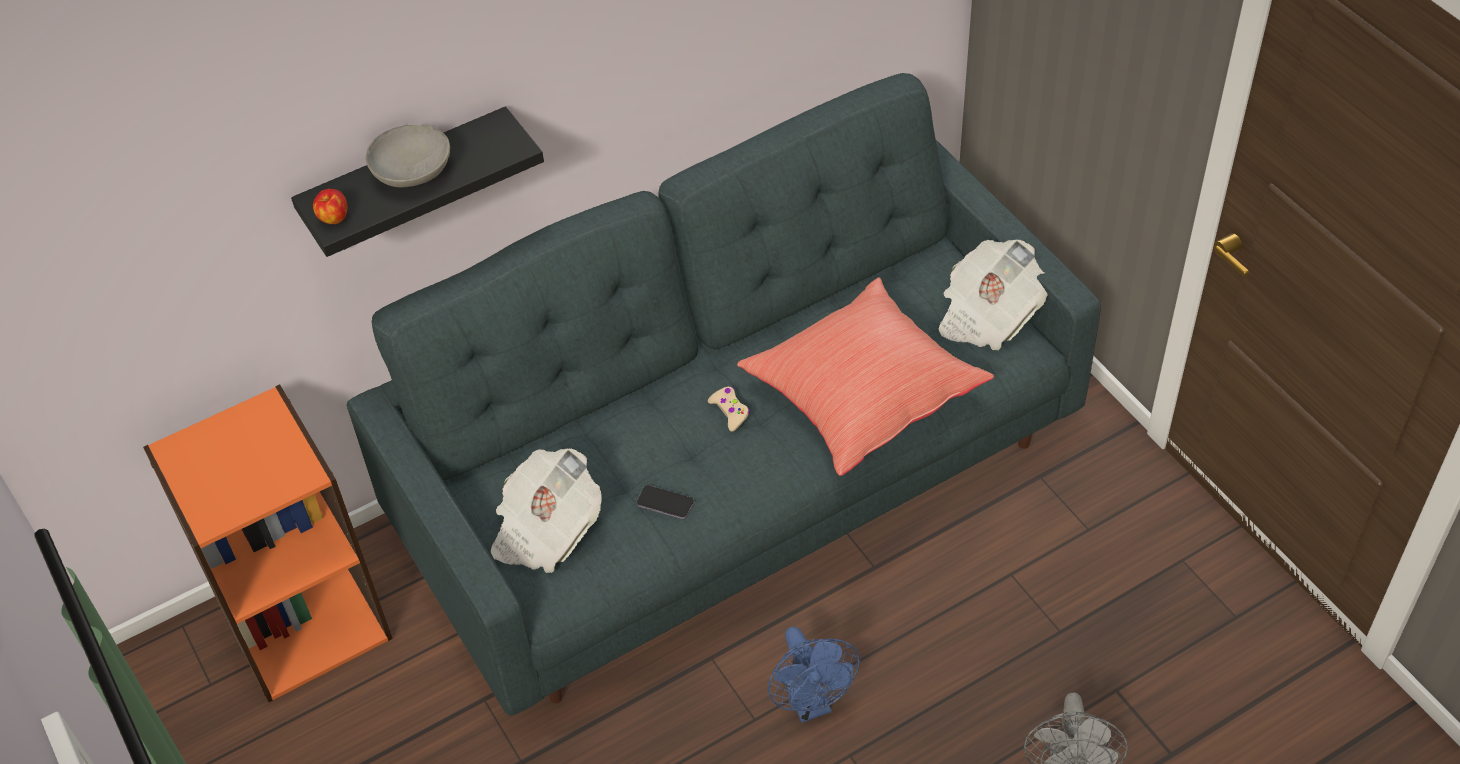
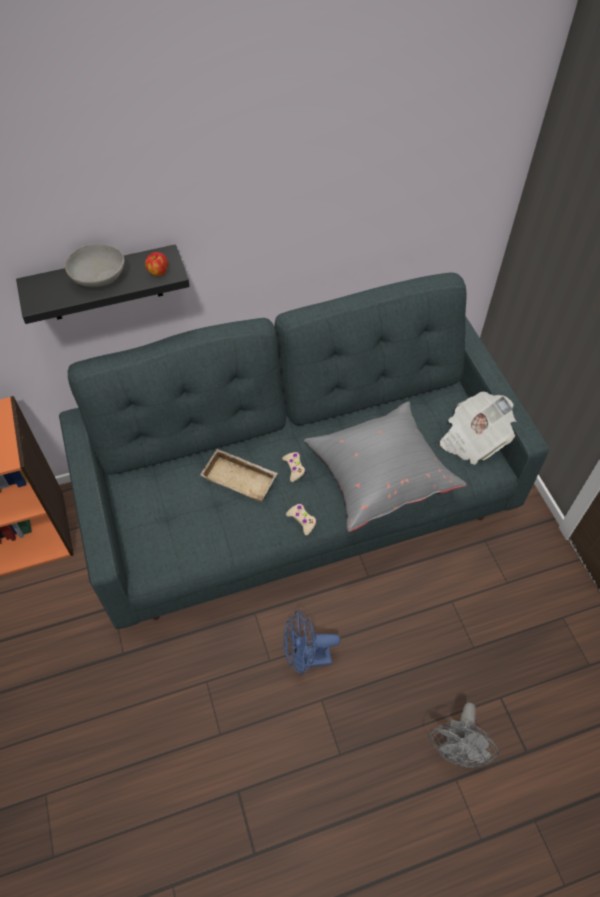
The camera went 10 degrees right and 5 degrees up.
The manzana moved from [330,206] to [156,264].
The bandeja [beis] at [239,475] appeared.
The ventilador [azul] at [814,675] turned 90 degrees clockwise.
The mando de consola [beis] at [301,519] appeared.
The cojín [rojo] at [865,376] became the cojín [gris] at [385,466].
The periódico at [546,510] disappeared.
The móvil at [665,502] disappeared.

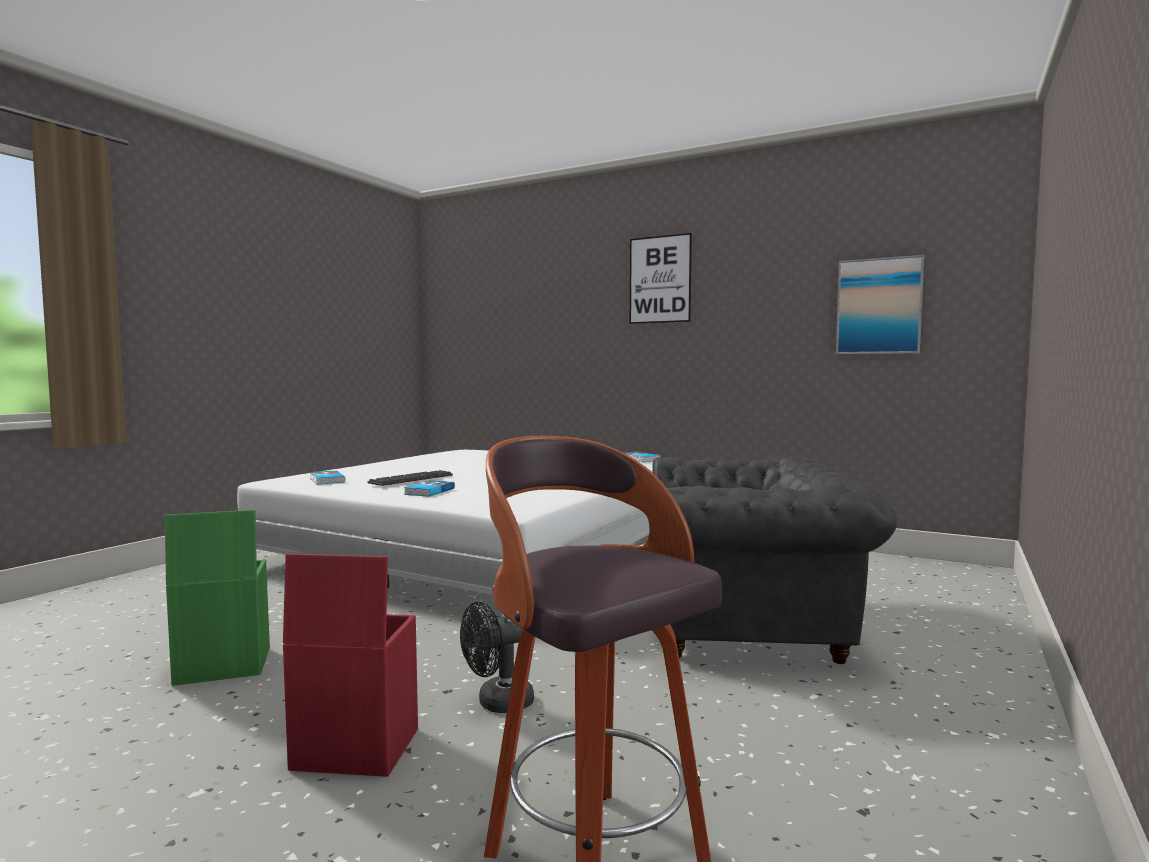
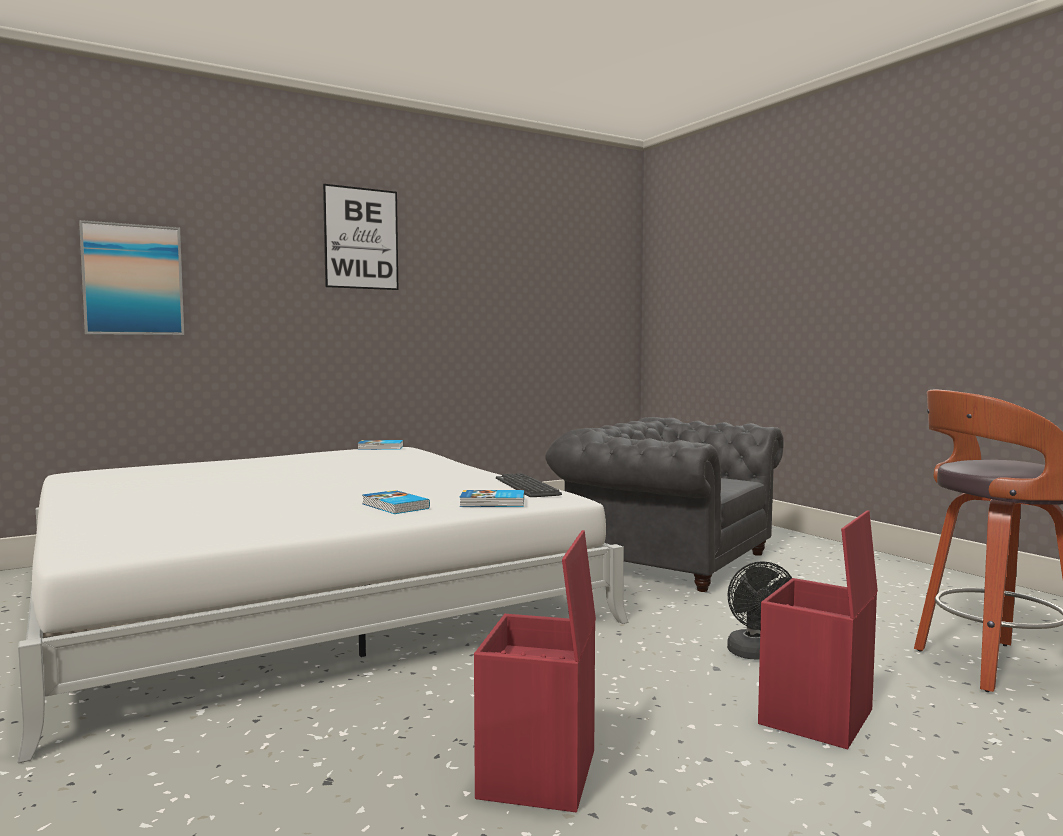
The camera went 60 degrees left and 0 degrees up.
The cuadro moved from [880,304] to [131,277].
The libro moved from [327,477] to [492,498].
The caja de almacenaje [verde] at [217,598] became the caja de almacenaje [rojo] at [535,671].
The teclado moved from [410,478] to [529,485].
The sillón [gris] at [775,559] turned 90 degrees counterclockwise.

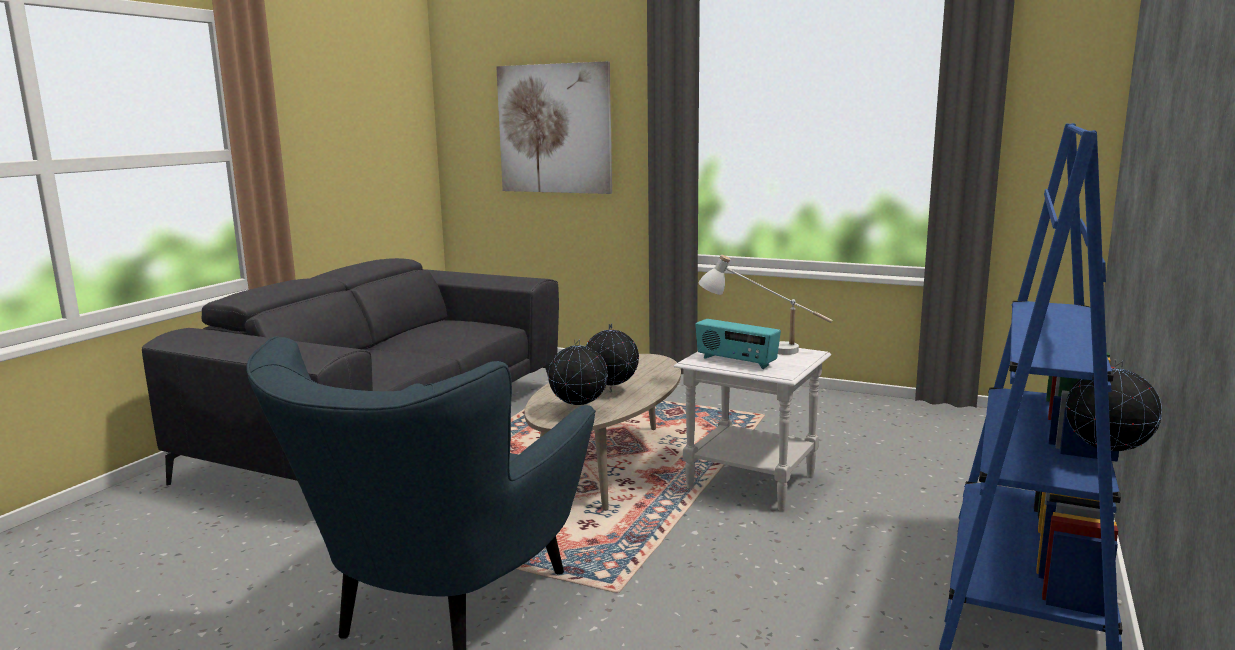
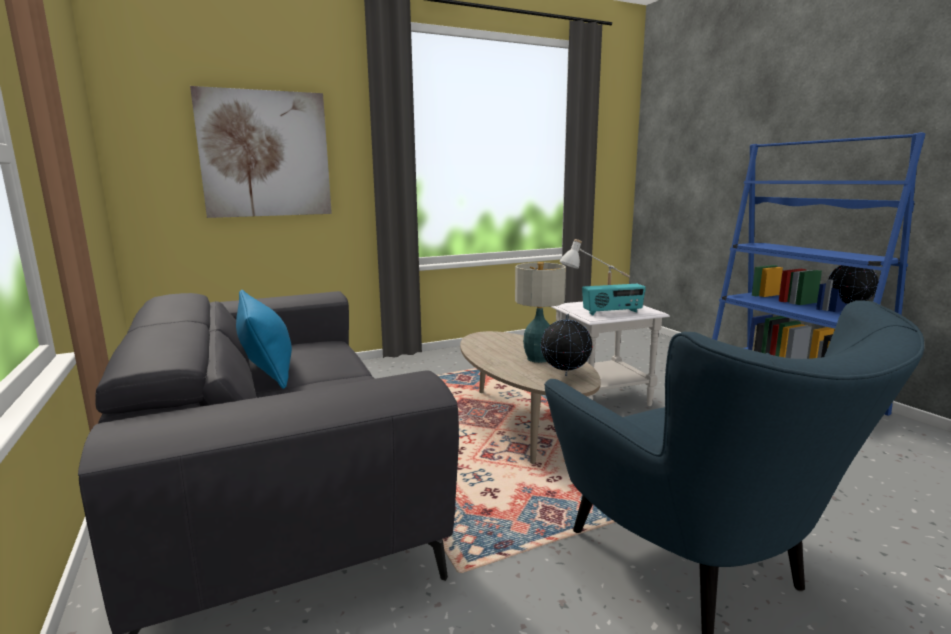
The camera went 50 degrees left and 0 degrees up.
The cojín [azul] at [264,339] appeared.
The globo terráqueo at [612,357] was replaced by the lámpara de mesa at [540,312].

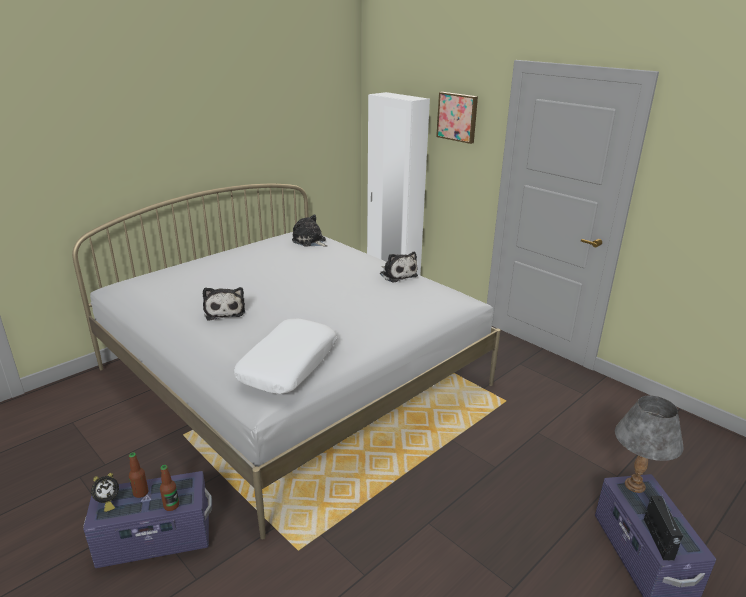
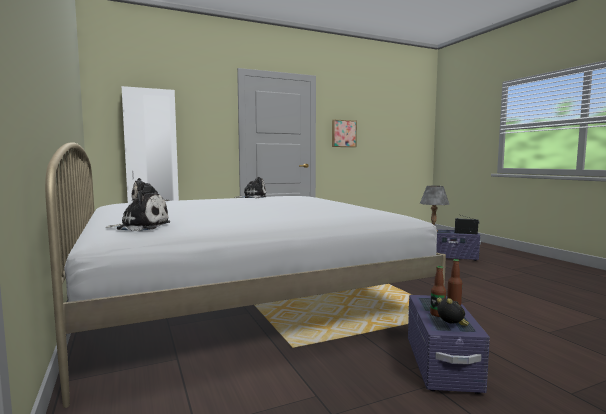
The camera went 70 degrees left and 20 degrees down.
The peluche moved from [224,304] to [138,211].
The cuadro moved from [457,118] to [344,133].
The cojín [blanco] at [285,356] disappeared.

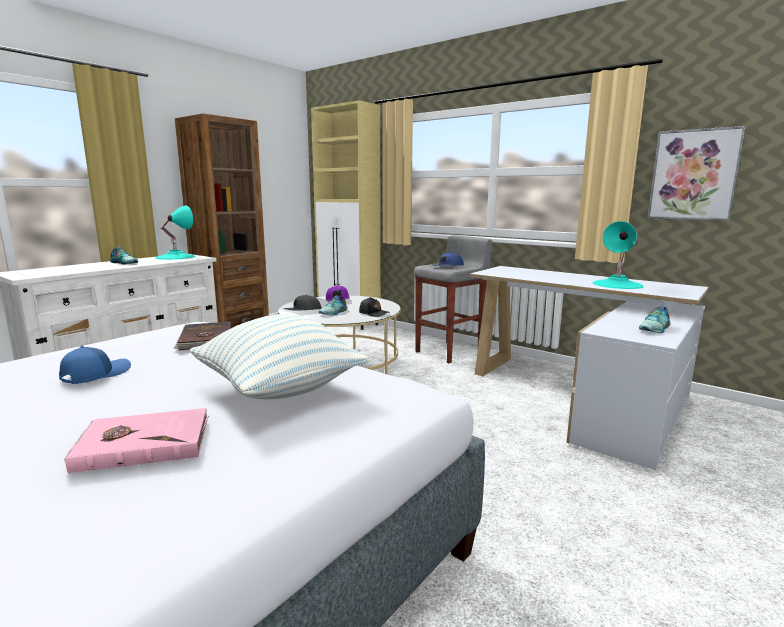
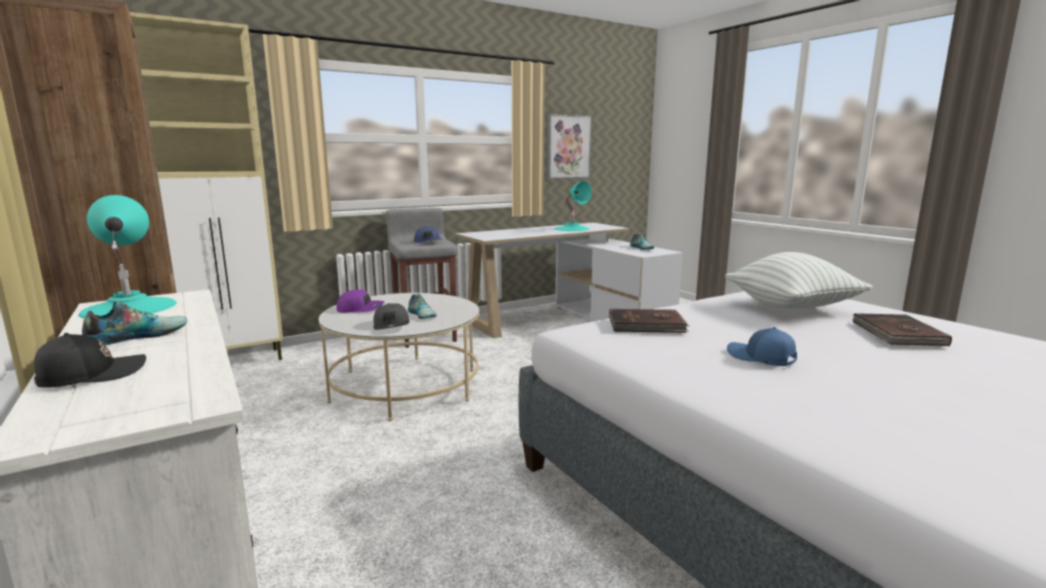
The camera went 70 degrees left and 0 degrees up.
The gorra [negro] moved from [374,307] to [90,360].
The libro [rosa] at [136,440] became the libro [marrón] at [902,329].

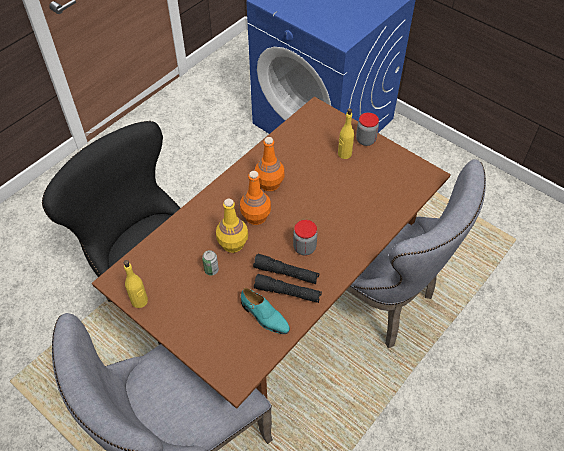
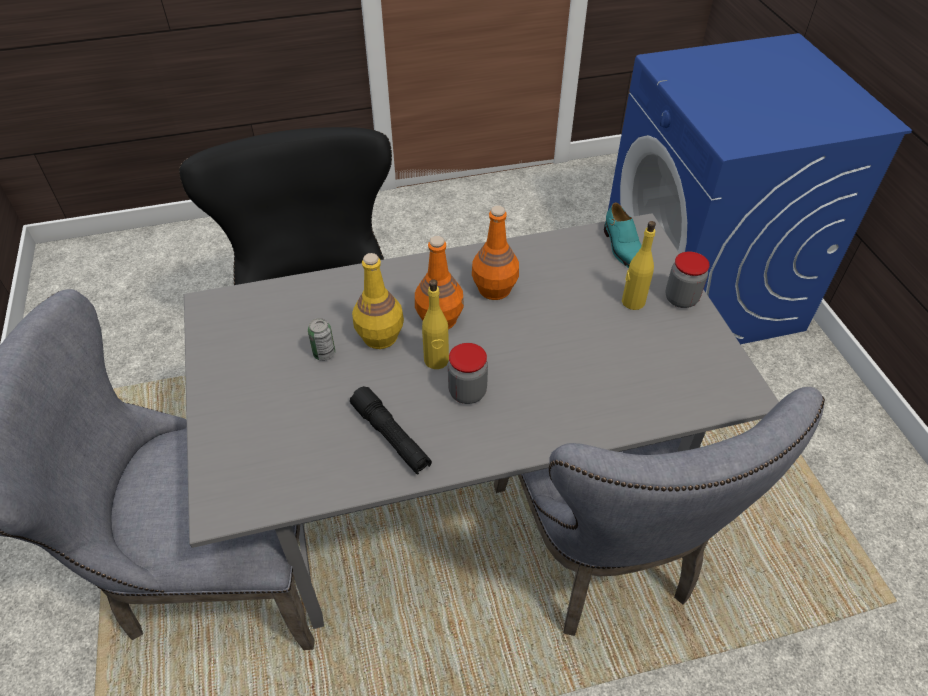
The camera went 35 degrees right and 5 degrees down.
The mesa de comedor [marrón] at [271,259] became the mesa de comedor [gris] at [481,421].
The botella [amarillo] moved from [136,284] to [435,324].
The zapato [turquesa] moved from [265,311] to [623,235].
The linterna [negro] at [286,269] disappeared.

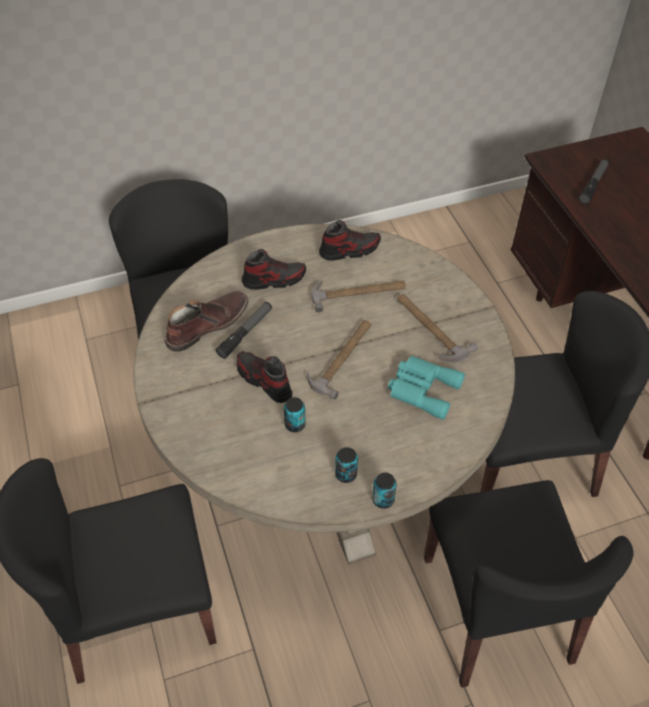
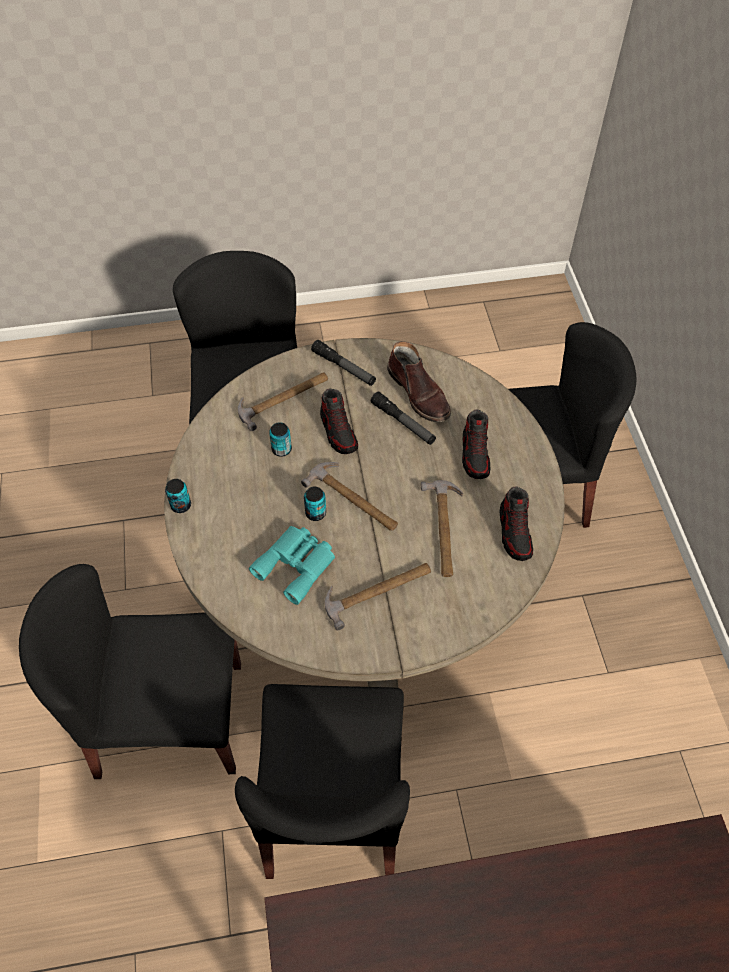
The camera went 100 degrees right and 5 degrees up.
The martillo at [283,401] appeared.
The lata moved from [346,465] to [315,504].
The linterna moved from [593,181] to [343,363].
The zapato at [265,377] turned 105 degrees clockwise.

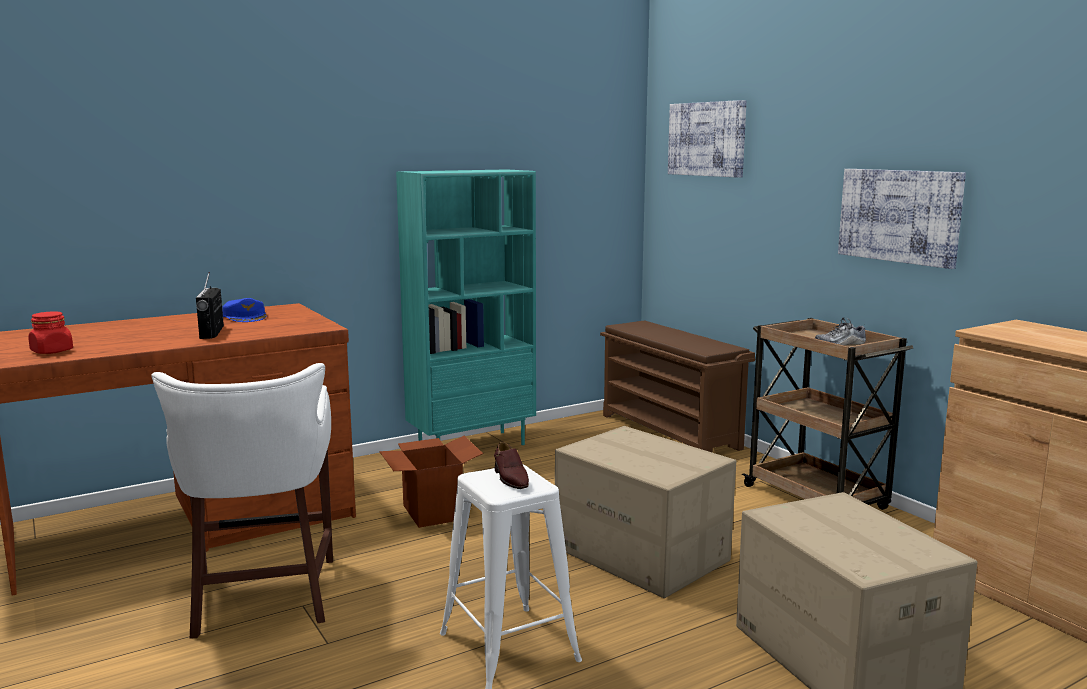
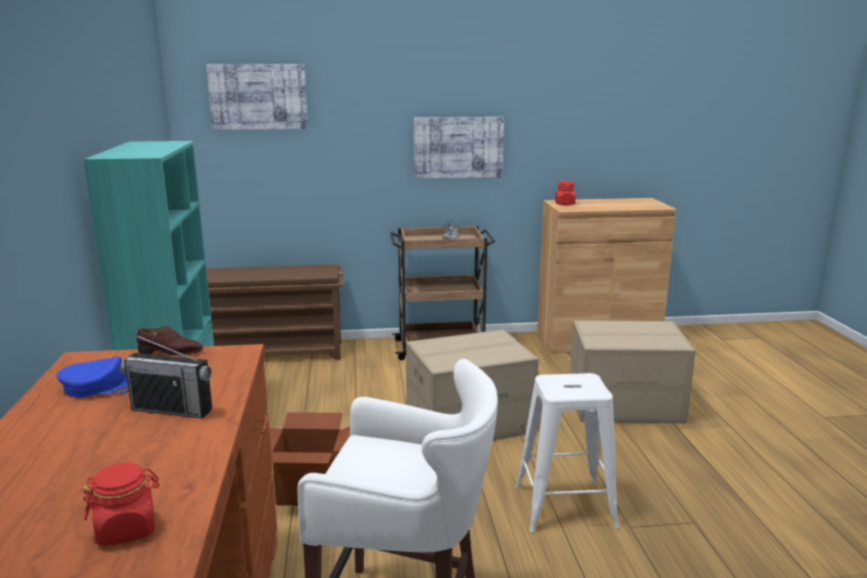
The camera went 65 degrees left and 5 degrees up.
The zapato [marrón] moved from [511,465] to [169,340].
The tarro [rojo] at [565,193] appeared.

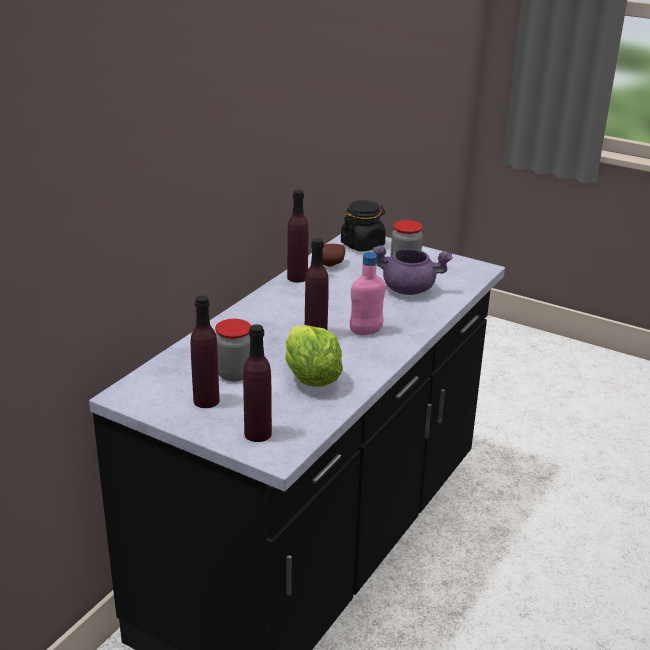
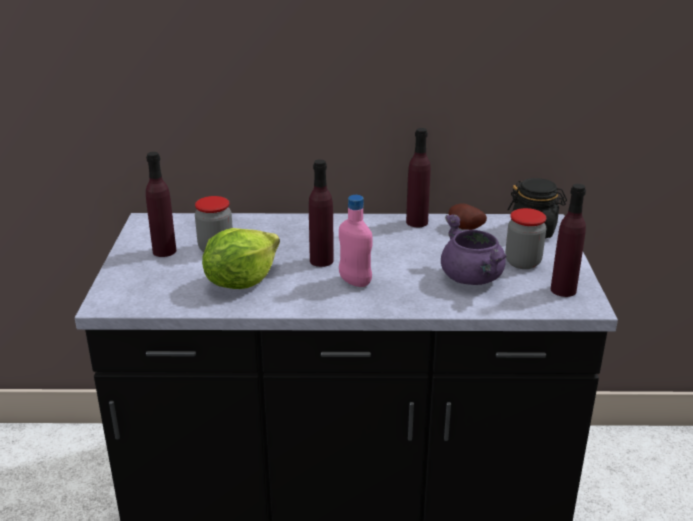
The camera went 60 degrees right and 0 degrees up.
The botella [morado] moved from [257,383] to [568,240].

